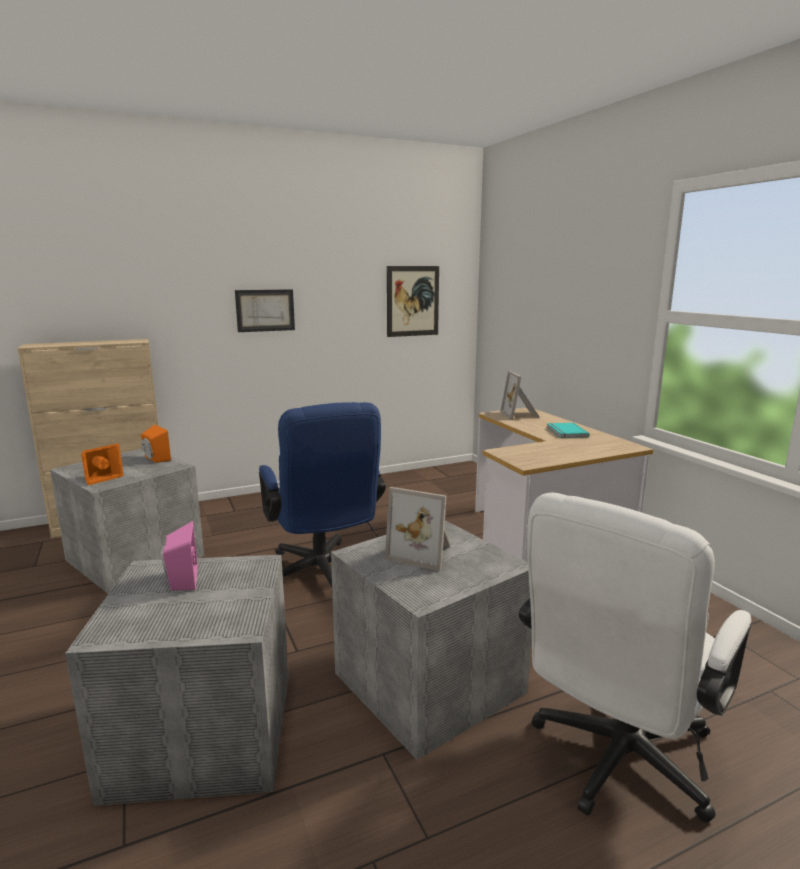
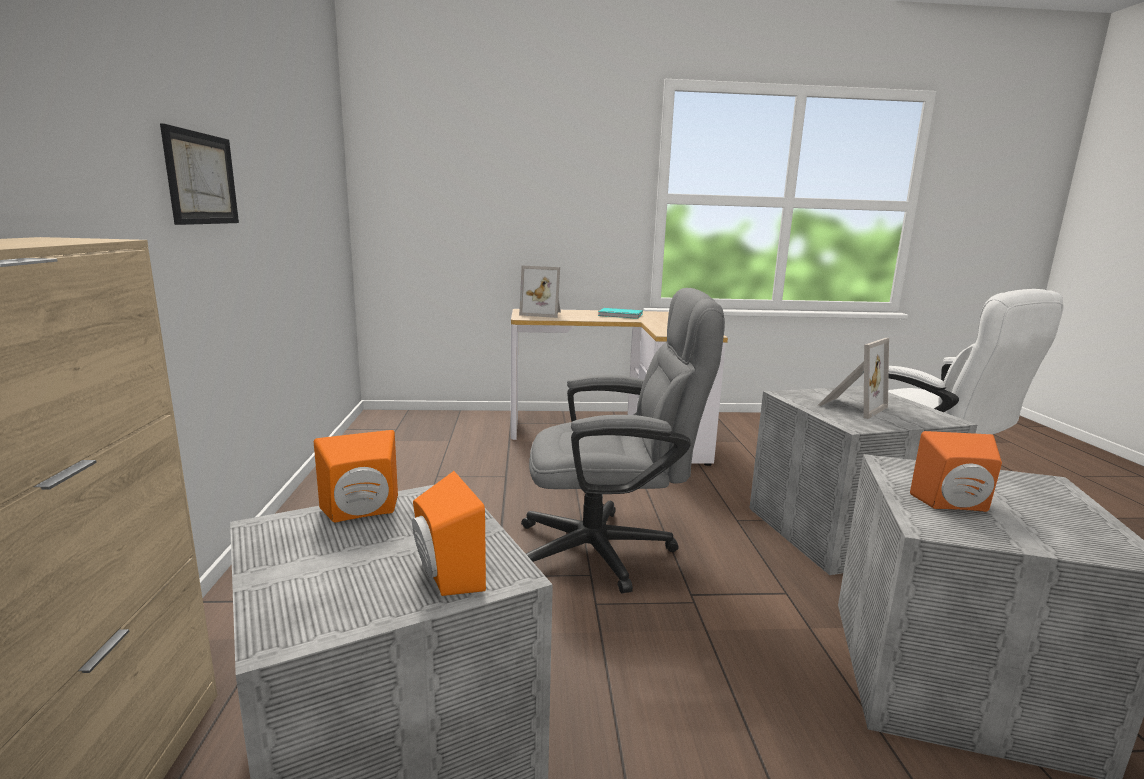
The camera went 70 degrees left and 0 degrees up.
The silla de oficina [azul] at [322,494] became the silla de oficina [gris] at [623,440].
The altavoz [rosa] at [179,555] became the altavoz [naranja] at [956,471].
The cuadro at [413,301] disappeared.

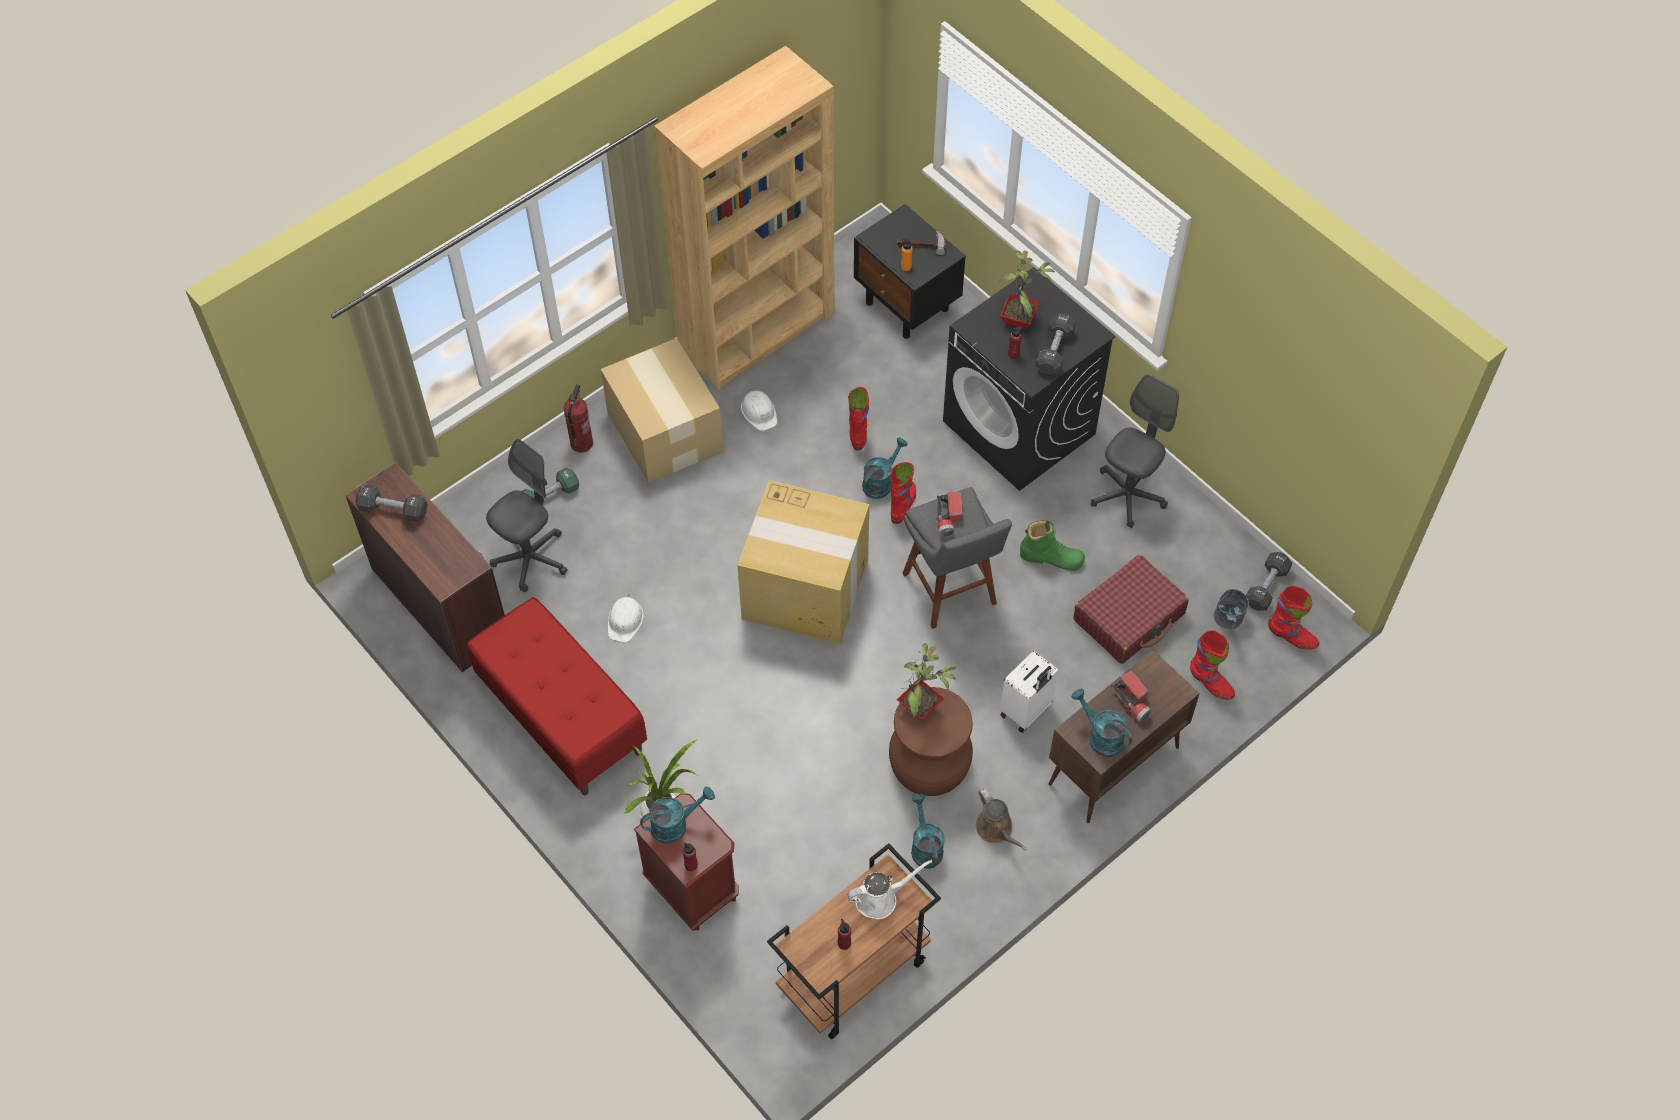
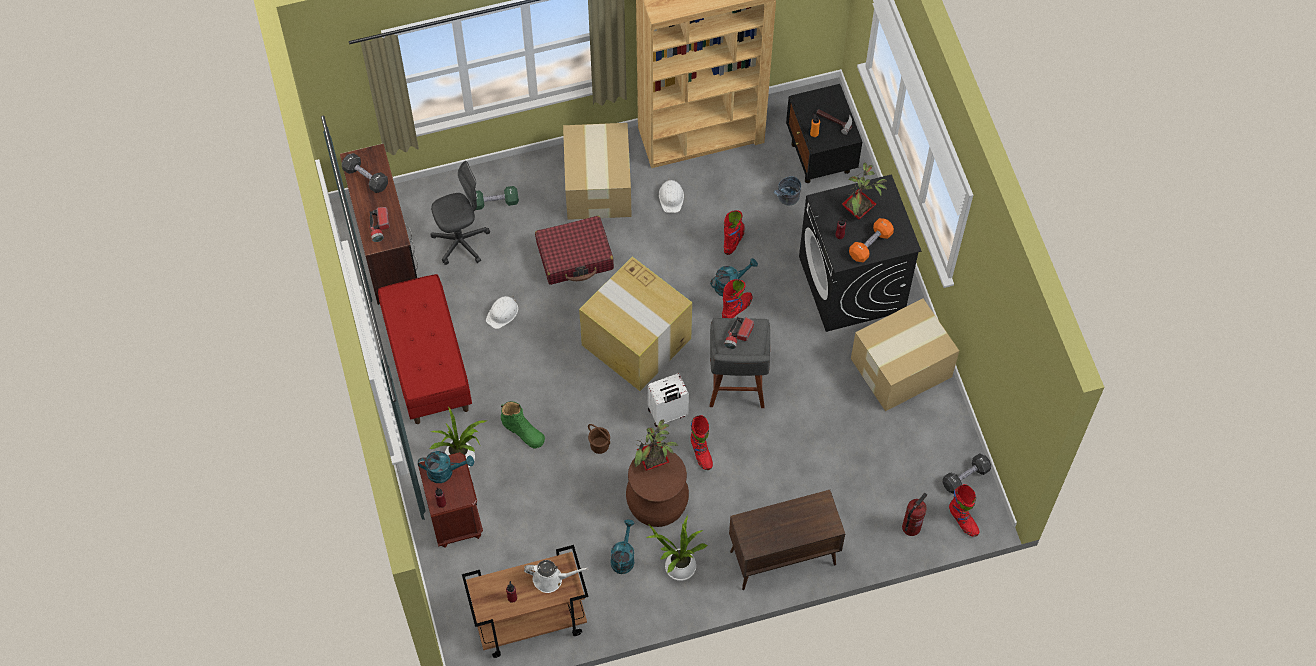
The camera went 25 degrees right and 5 degrees up.
The linterna moved from [1131,696] to [379,224].
The bota [verde] moved from [1052,545] to [523,424].
The maleta [rojo] moved from [1131,609] to [574,250].
The cubo [marrón] at [599,439] appeared.
The regadera [marrón] at [1001,820] was replaced by the planta en maceta at [676,548].
The maleta [blanco] moved from [1029,692] to [668,400].
The bota [rojo] moved from [1212,665] to [702,442].
The cubo [gris] moved from [1231,609] to [787,190].
The mancuerna [negro] at [1055,344] became the mancuerna [naranja] at [871,240].
The silla de oficina [gris] at [1135,451] was replaced by the caja de cartón at [905,355].
The extintor moved from [578,418] to [914,514].
The regadera [turquesa] at [1102,723] disappeared.

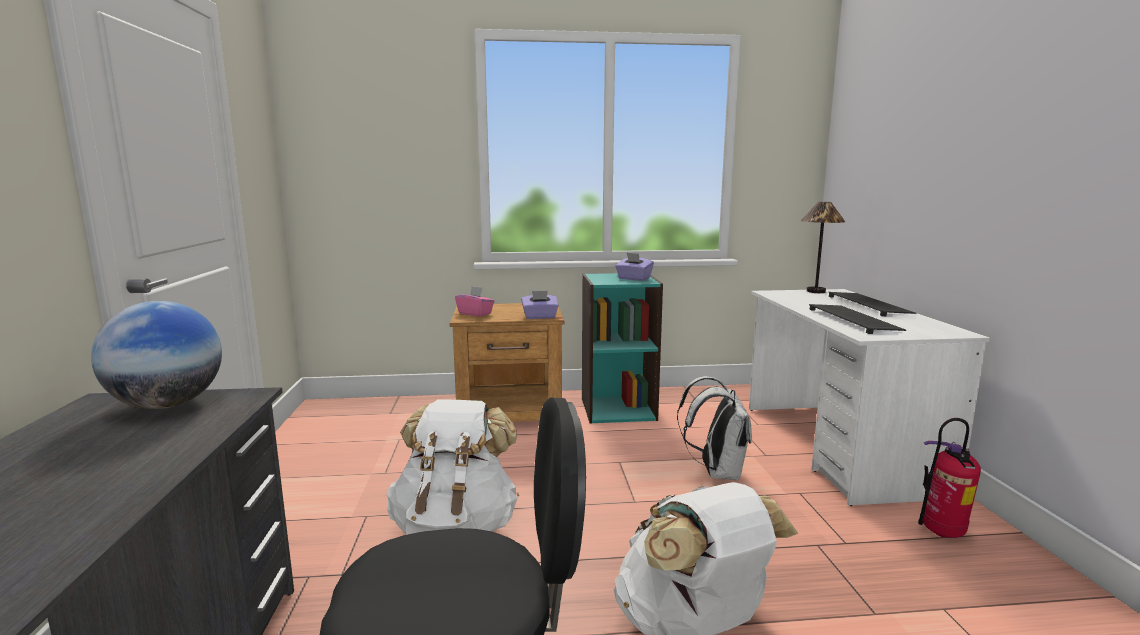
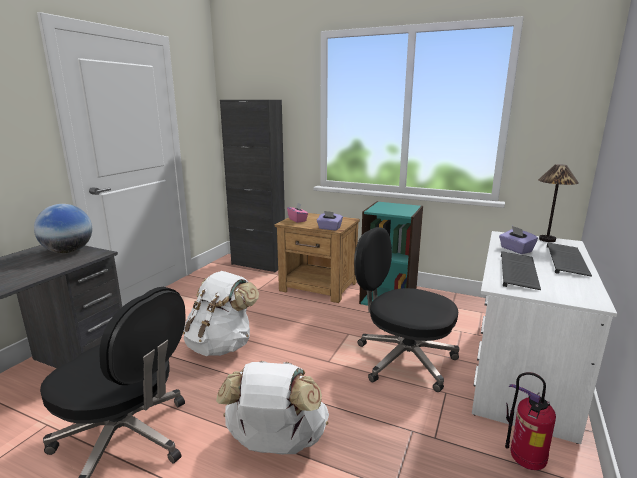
The camera went 30 degrees right and 5 degrees up.
The armario [negro] at [252,186] appeared.
The mochila [blanco] at [714,428] was replaced by the silla de oficina [negro] at [406,309].
The caja de pañuelos [morado] moved from [634,267] to [518,240].

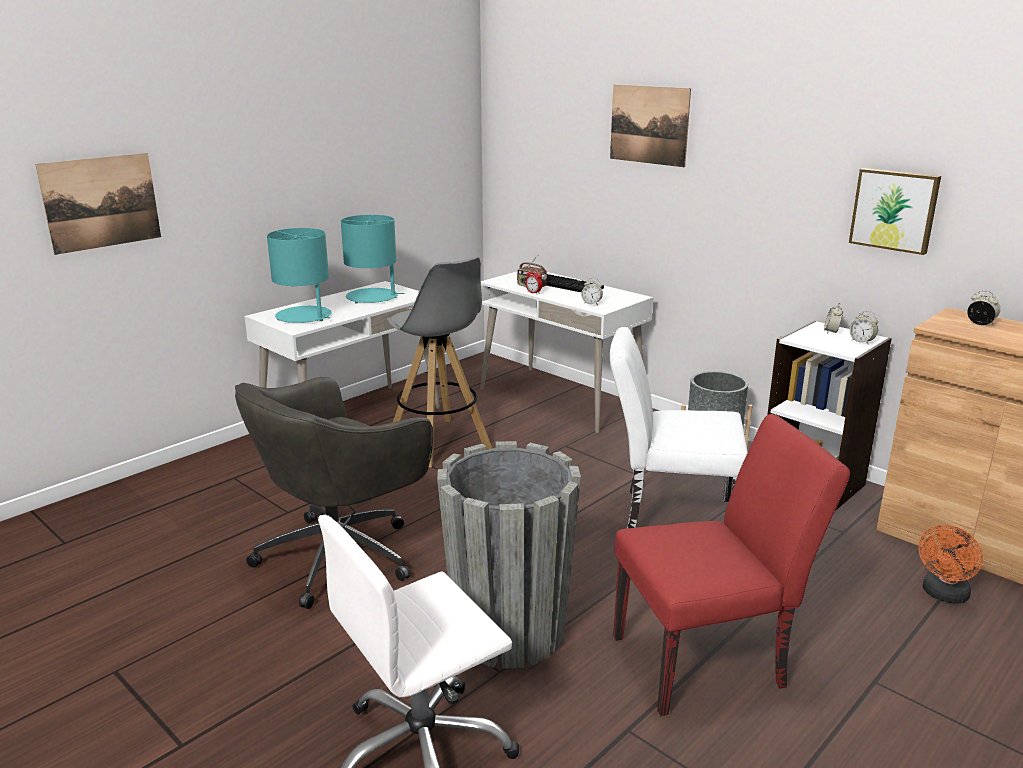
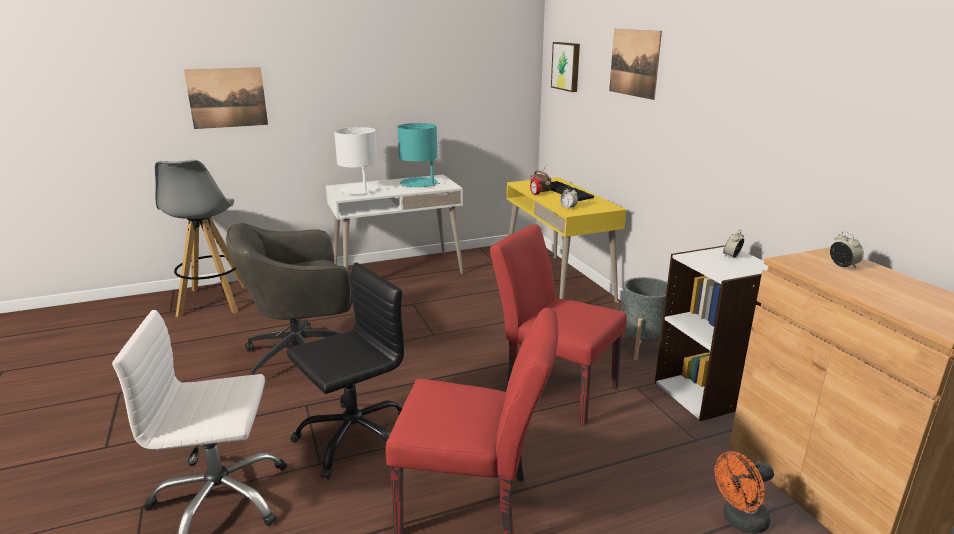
The camera went 25 degrees right and 0 degrees up.
The taburete [gris] moved from [439,362] to [200,238].
The maceta [gris] at [509,555] was replaced by the silla de oficina [negro] at [345,370].
The lámpara de mesa [turquesa] at [299,275] became the lámpara de mesa [blanco] at [356,161].
The silla [blanco] at [679,427] became the silla [rojo] at [558,325].
The escritorio [blanco] at [566,353] became the escritorio [amarillo] at [566,239].
The cuadro moved from [895,211] to [565,67].
The despertador at [864,327] disappeared.

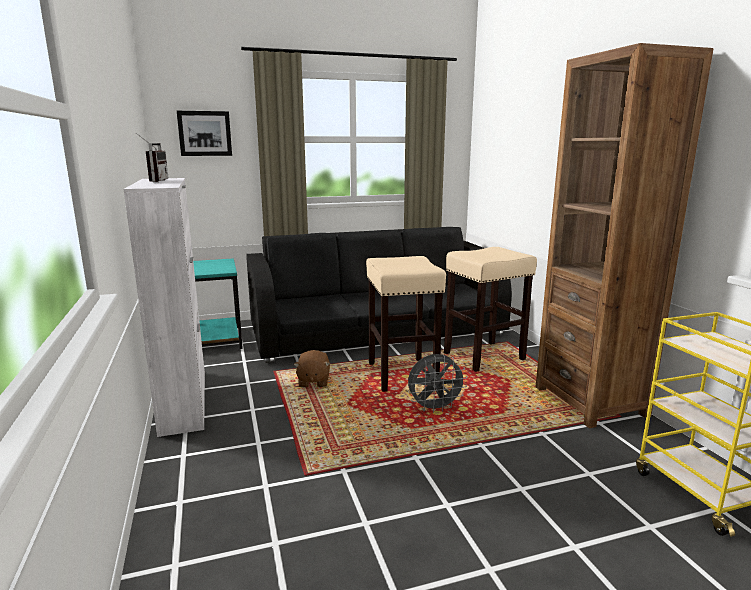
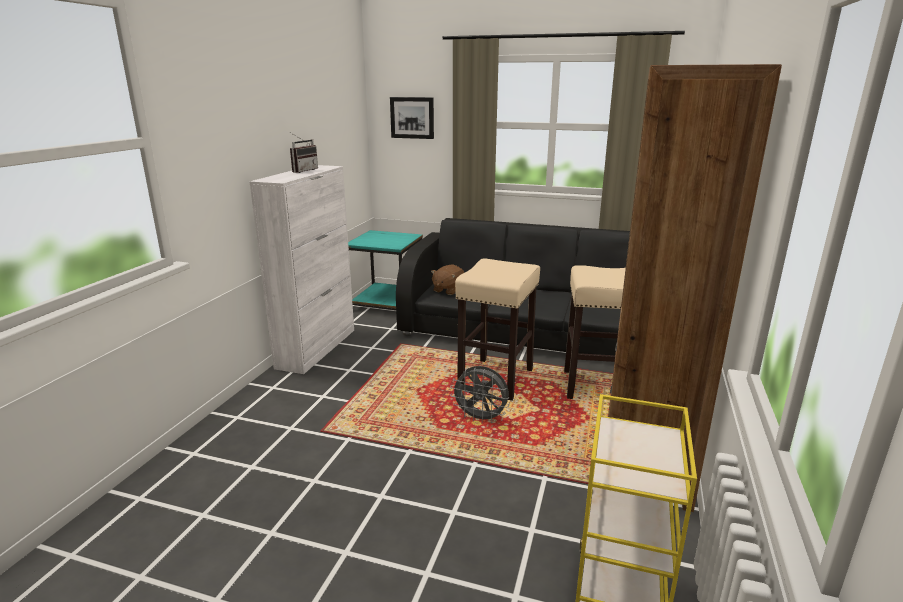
The camera went 35 degrees right and 5 degrees up.
The peluche [marrón] moved from [312,368] to [447,280].

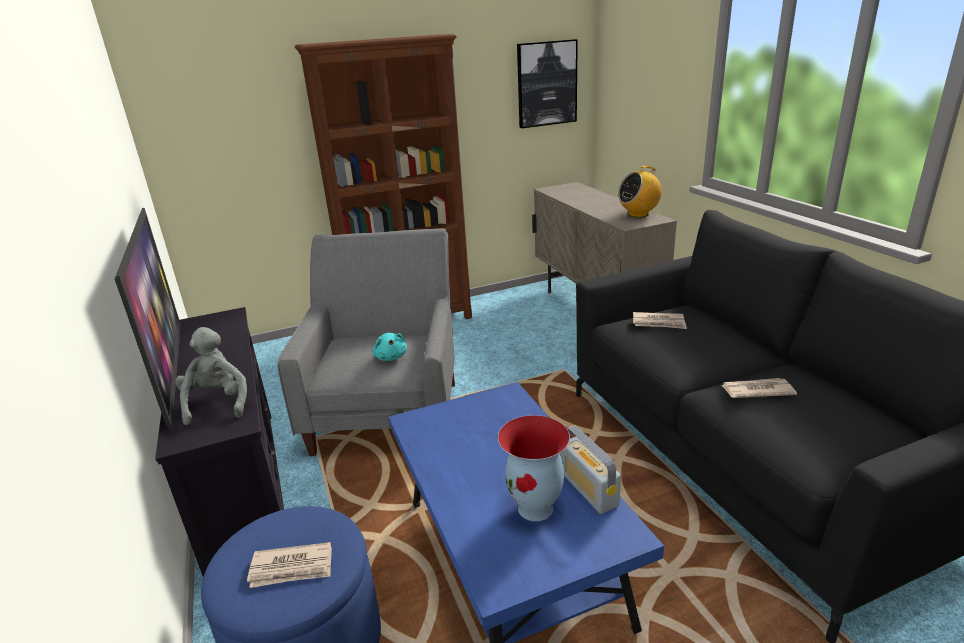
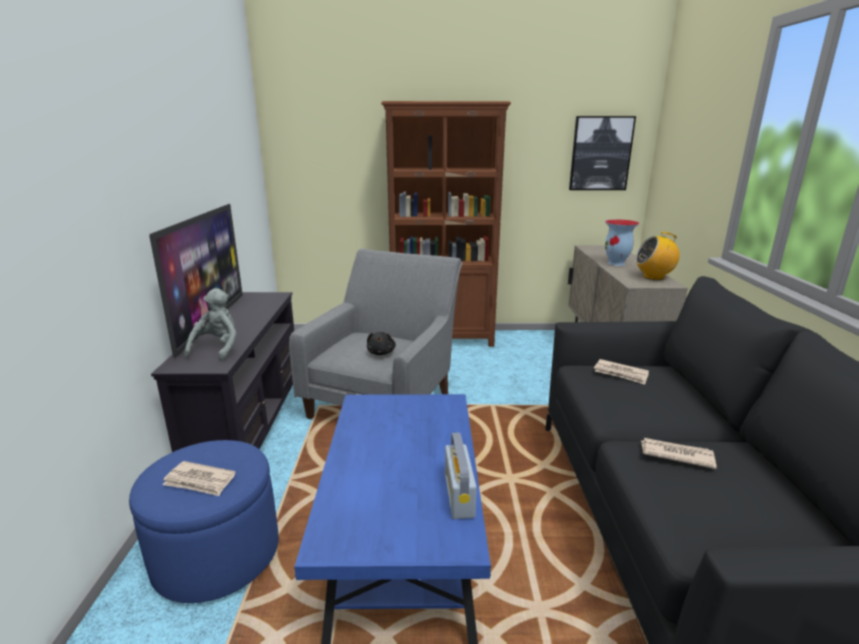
The camera went 20 degrees right and 5 degrees down.
The peluche [turquesa] at [390,347] became the peluche [negro] at [381,343].
The florero moved from [534,468] to [622,242].

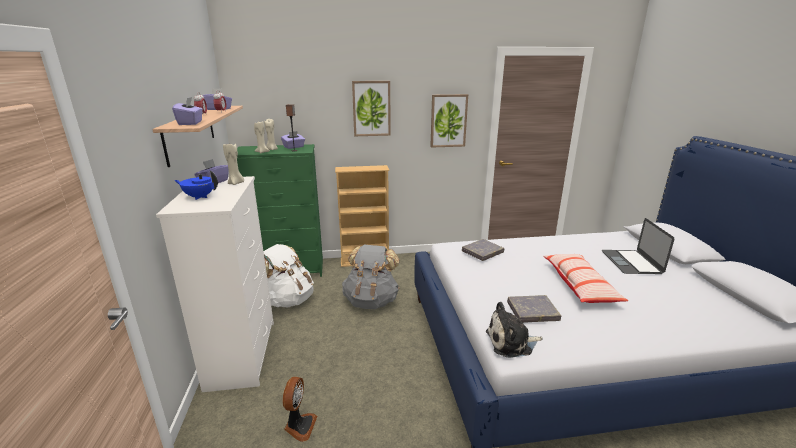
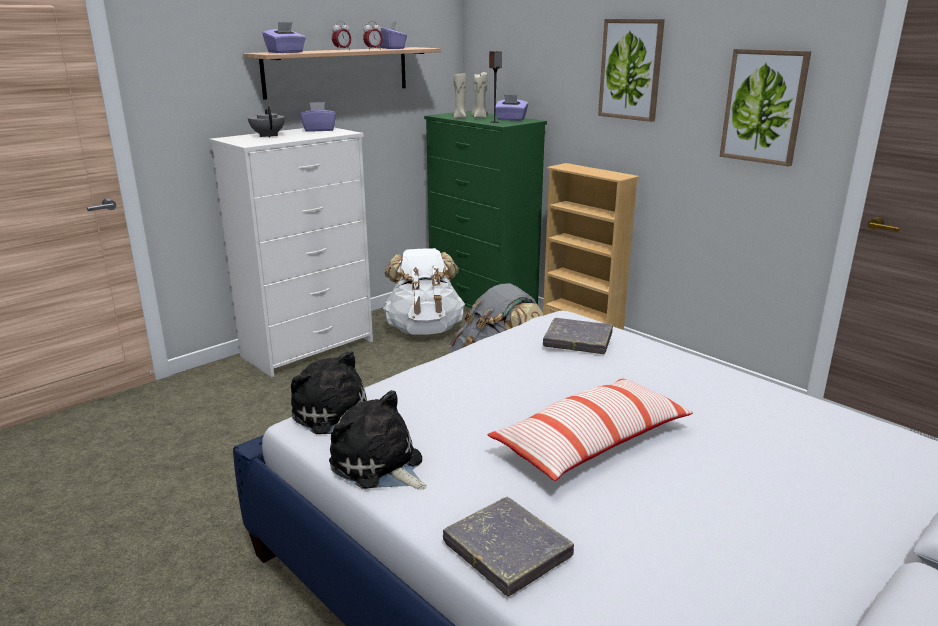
The camera went 55 degrees right and 0 degrees up.
The tetera [azul] at [196,185] became the tetera [gris] at [266,122].
The peluche at [378,439] appeared.
The libro [gris] moved from [534,309] to [508,546].
The vela [beis] at [233,164] disappeared.
The ventilador at [300,409] disappeared.
The portátil at [638,246] disappeared.

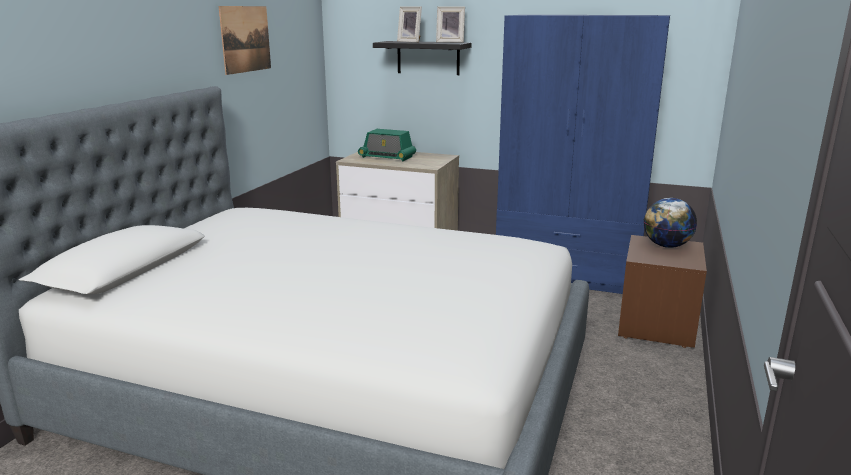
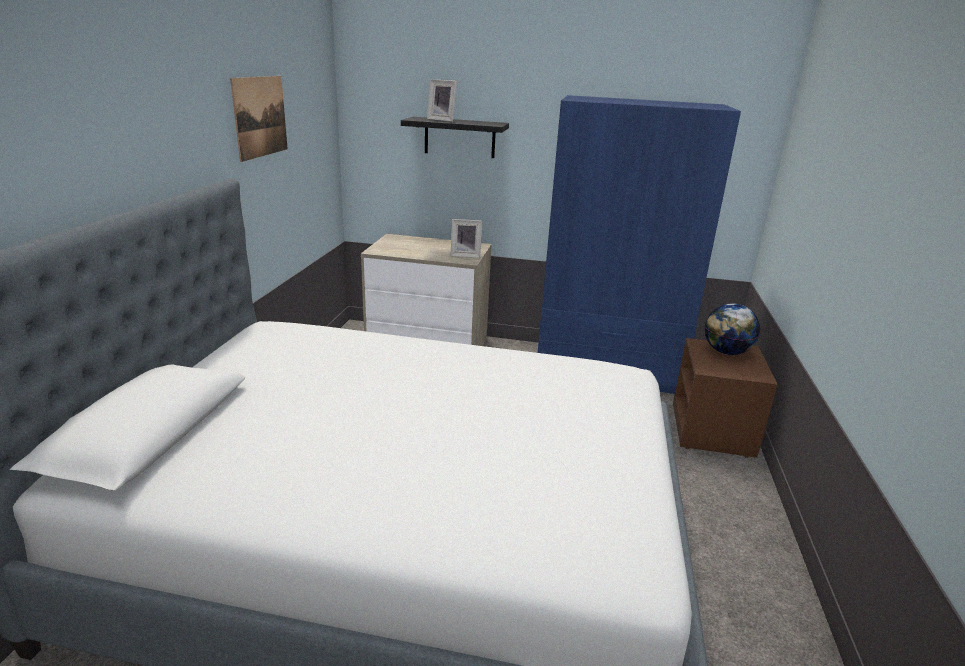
The camera went 10 degrees left and 5 degrees up.
The portarretratos moved from [450,24] to [466,238].
The radio at [387,145] disappeared.

